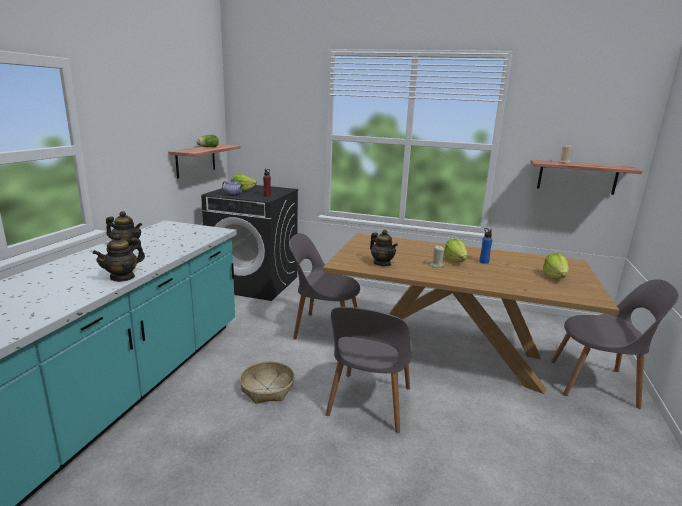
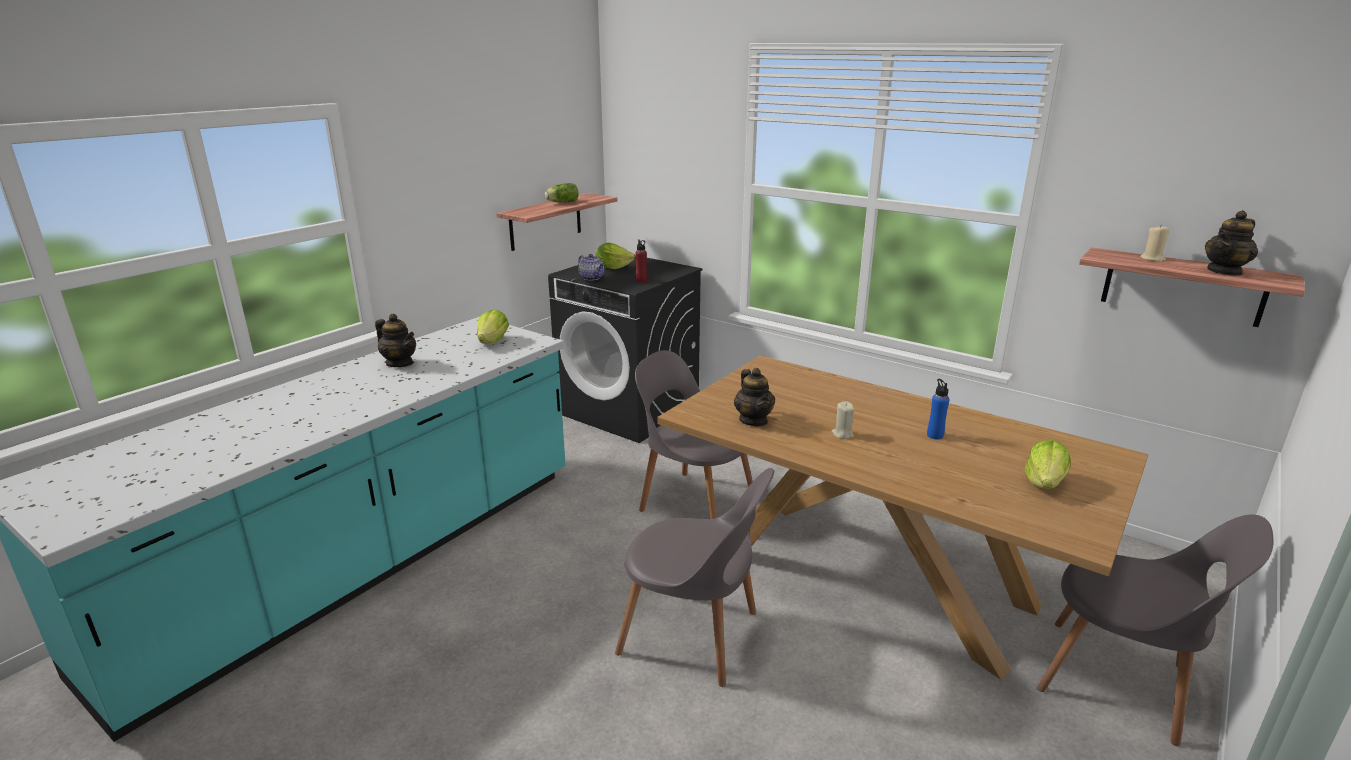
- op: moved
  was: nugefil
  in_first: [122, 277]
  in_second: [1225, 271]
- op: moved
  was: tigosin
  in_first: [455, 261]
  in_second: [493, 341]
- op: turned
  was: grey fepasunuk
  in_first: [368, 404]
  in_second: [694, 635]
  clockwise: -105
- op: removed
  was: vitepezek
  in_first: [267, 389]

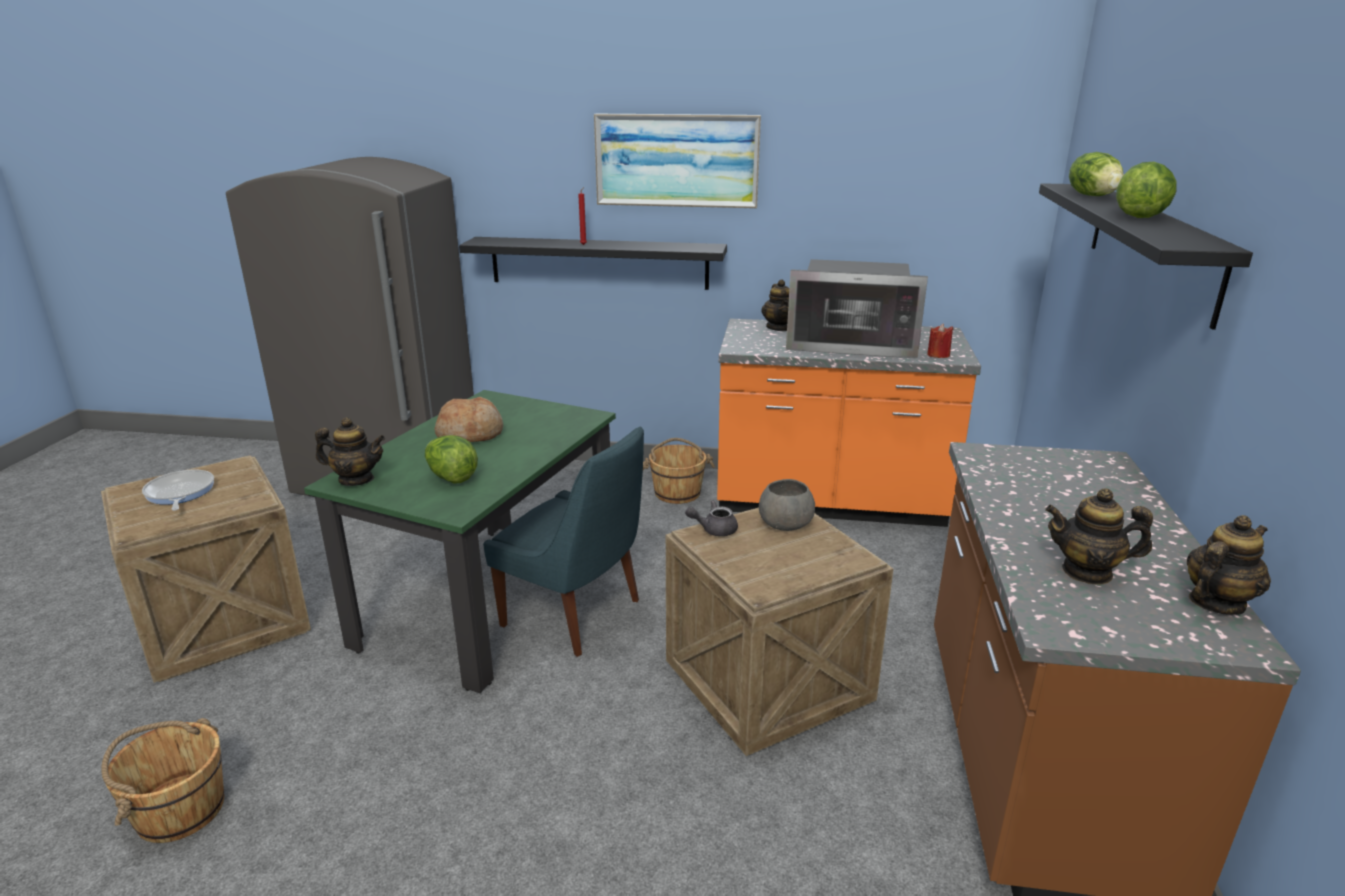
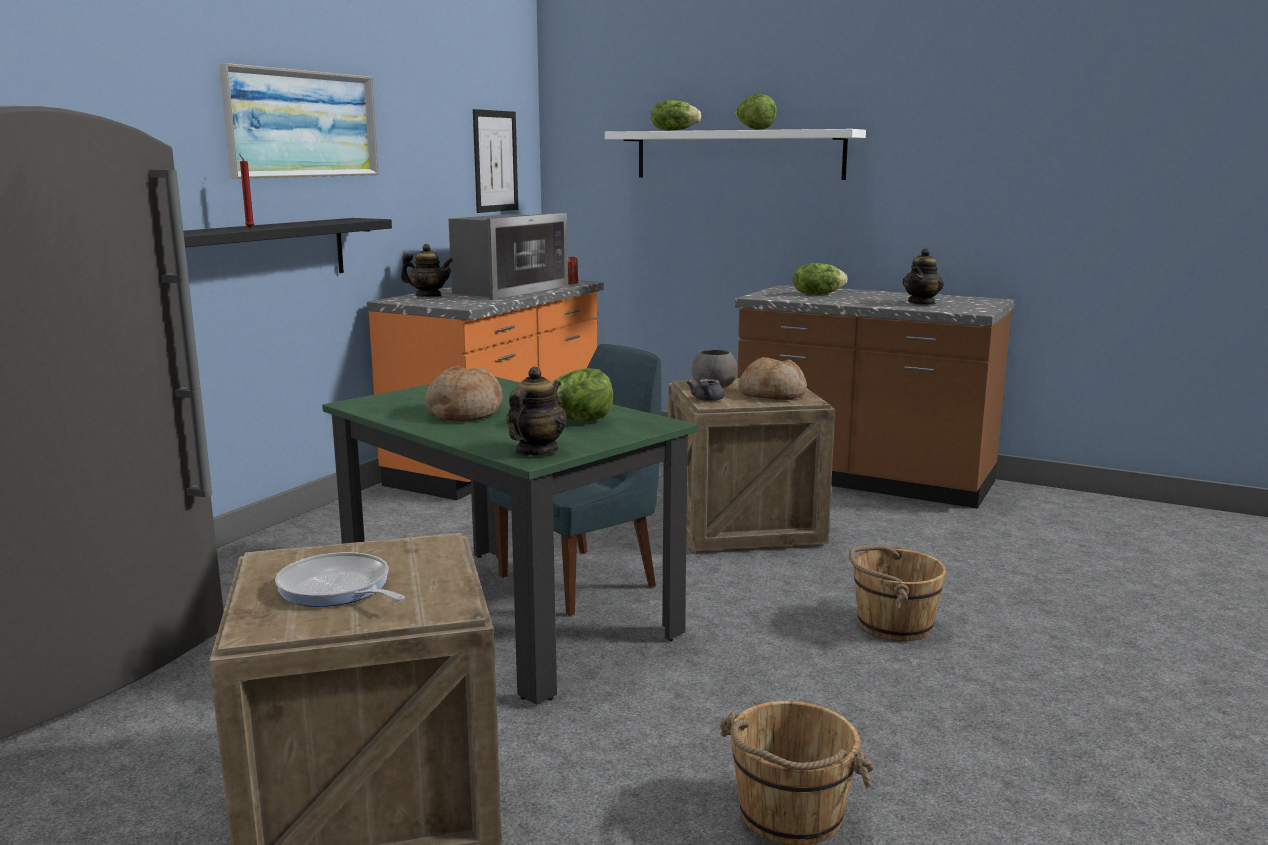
- op: recoloured
  was: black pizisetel
  now: white pizisetel
  in_first: [1151, 247]
  in_second: [738, 154]
- op: moved
  was: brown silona
  in_first: [677, 492]
  in_second: [893, 624]
- op: turned
  was: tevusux
  in_first: [179, 493]
  in_second: [337, 589]
  clockwise: 45
- op: removed
  was: nugefil
  in_first: [1215, 602]
- op: added
  now: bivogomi
  in_second: [495, 161]
- op: added
  now: tigosin
  in_second: [817, 294]
- op: added
  now: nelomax
  in_second: [773, 394]

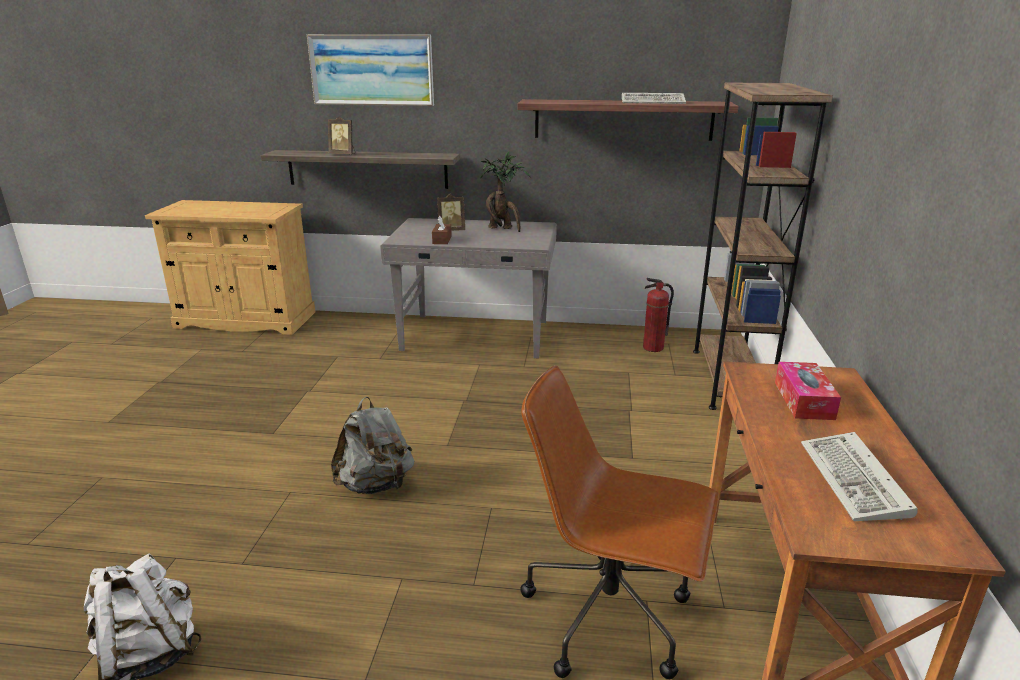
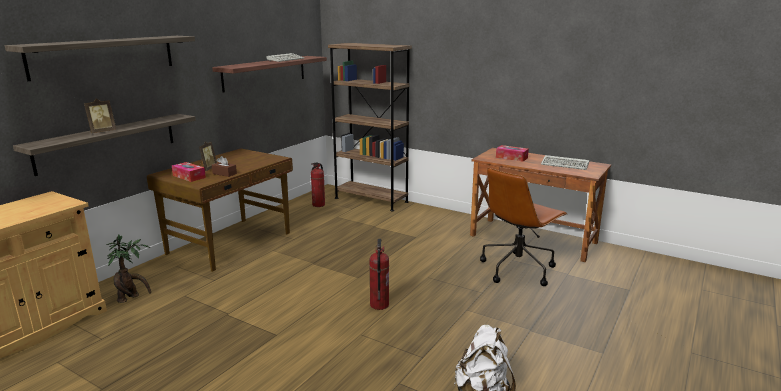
- op: replaced
  was: bivogomi
  now: pizisetel
  in_first: [372, 70]
  in_second: [104, 56]
- op: moved
  was: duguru
  in_first: [503, 229]
  in_second: [131, 298]
- op: recoloured
  was: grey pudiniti
  now: brown pudiniti
  in_first: [476, 336]
  in_second: [231, 243]
- op: replaced
  was: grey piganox
  now: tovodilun
  in_first: [376, 484]
  in_second: [379, 305]
- op: added
  now: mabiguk
  in_second: [189, 176]

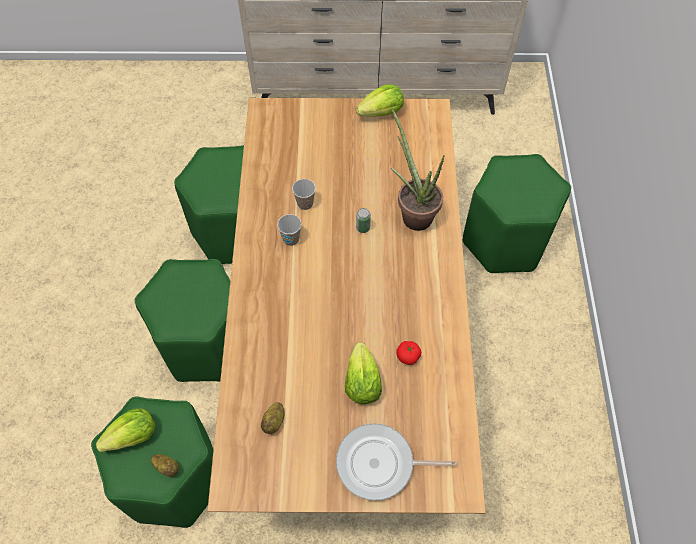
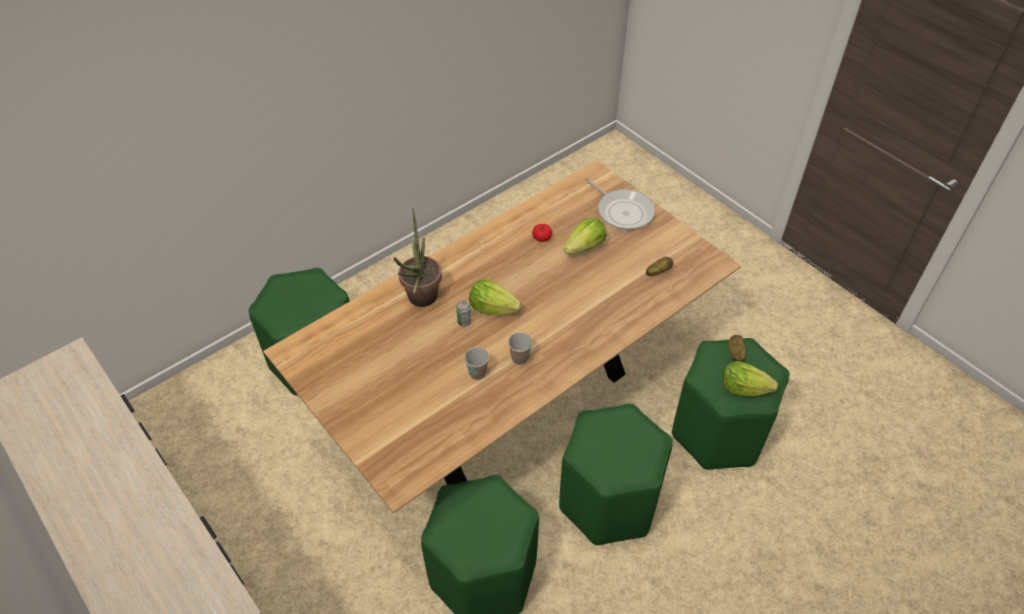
- op: moved
  was: tigosin
  in_first: [381, 113]
  in_second: [493, 308]

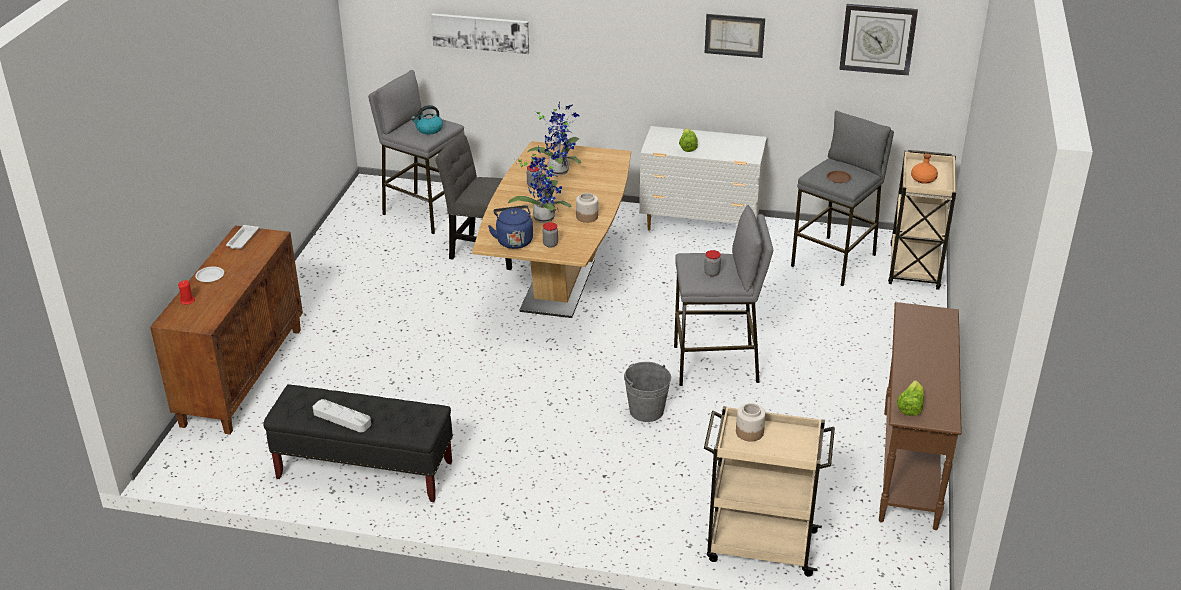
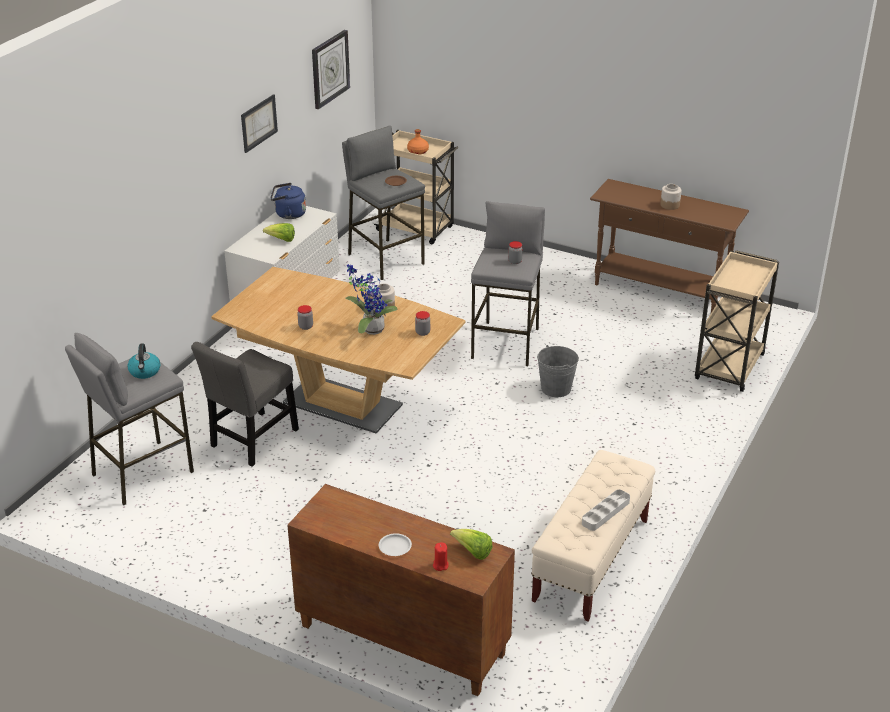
- op: removed
  was: bivogomi
  in_first: [480, 32]
- op: removed
  was: duguru
  in_first: [559, 170]
- op: moved
  was: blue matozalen
  in_first: [513, 240]
  in_second: [288, 214]
- op: removed
  was: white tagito
  in_first: [242, 240]
- op: moved
  was: tigosin
  in_first: [910, 407]
  in_second: [473, 552]
- op: recoloured
  was: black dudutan
  now: beige dudutan
  in_first: [364, 471]
  in_second: [591, 560]
- op: moved
  was: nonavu
  in_first: [750, 432]
  in_second: [670, 205]

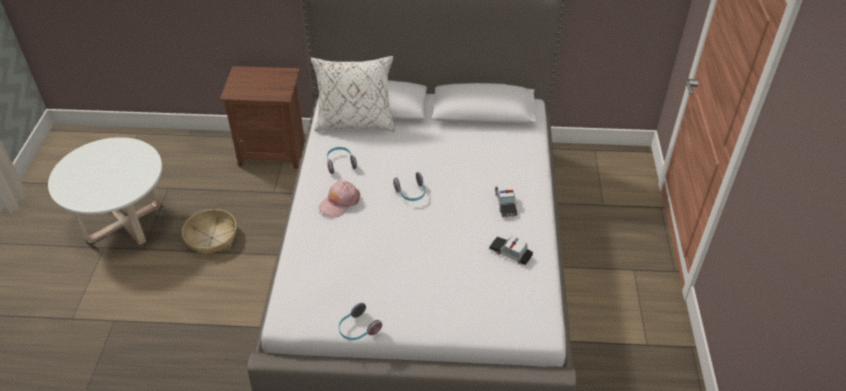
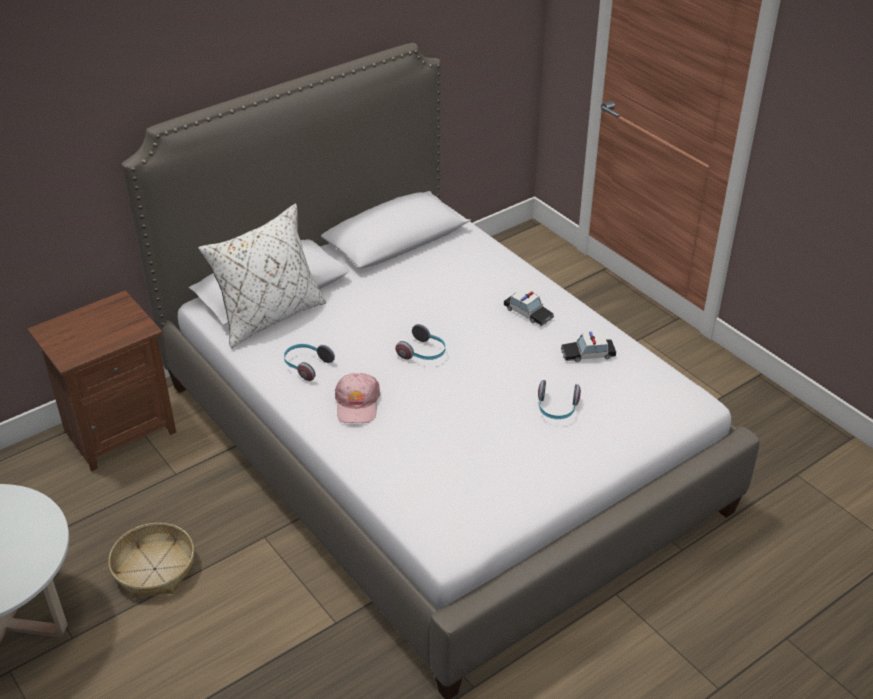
- op: moved
  was: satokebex
  in_first: [358, 329]
  in_second: [557, 409]

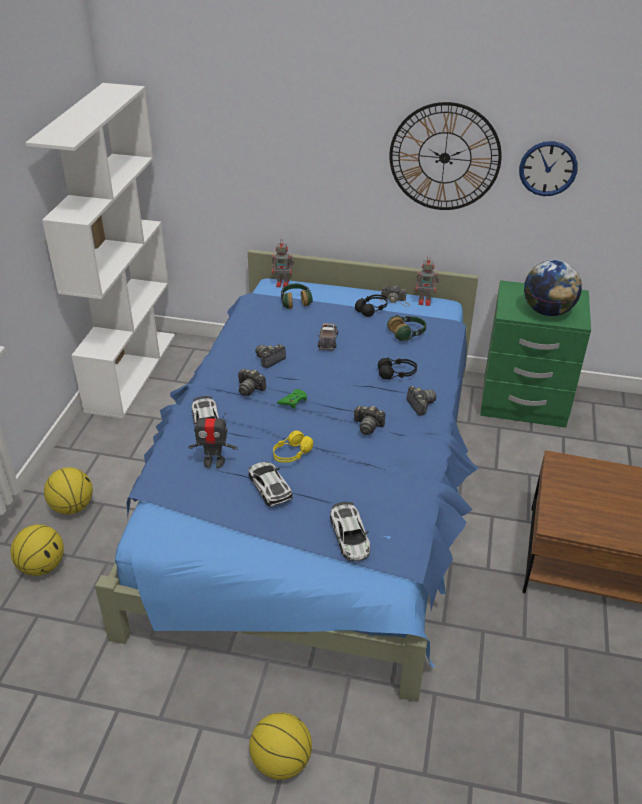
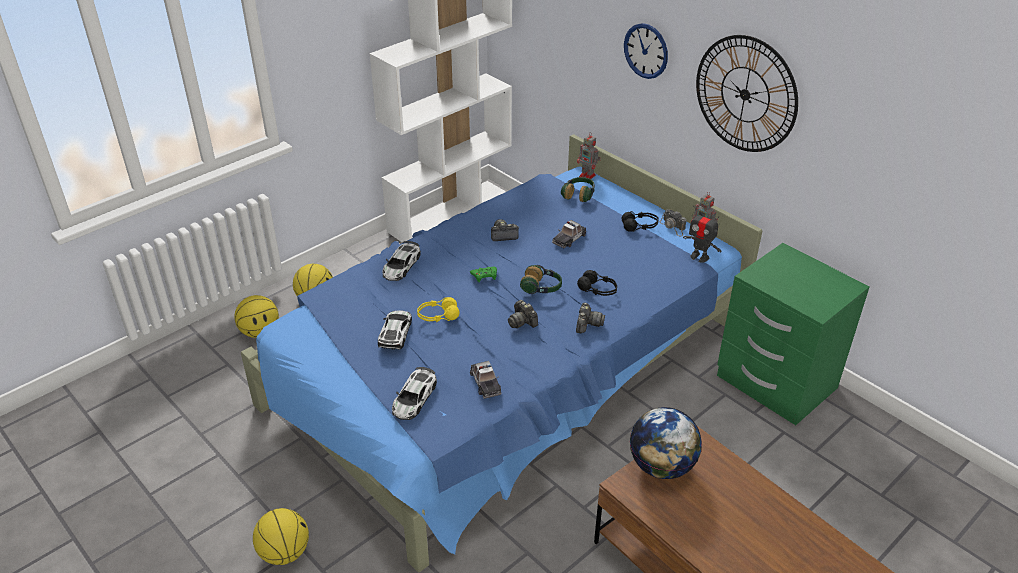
- op: moved
  was: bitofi
  in_first: [548, 168]
  in_second: [646, 51]
- op: moved
  was: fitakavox
  in_first: [547, 312]
  in_second: [661, 466]
- op: moved
  was: satokebex
  in_first: [407, 334]
  in_second: [541, 288]
- op: removed
  was: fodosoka
  in_first: [250, 388]
- op: moved
  was: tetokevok
  in_first: [214, 462]
  in_second: [699, 257]
- op: added
  now: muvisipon
  in_second: [485, 383]

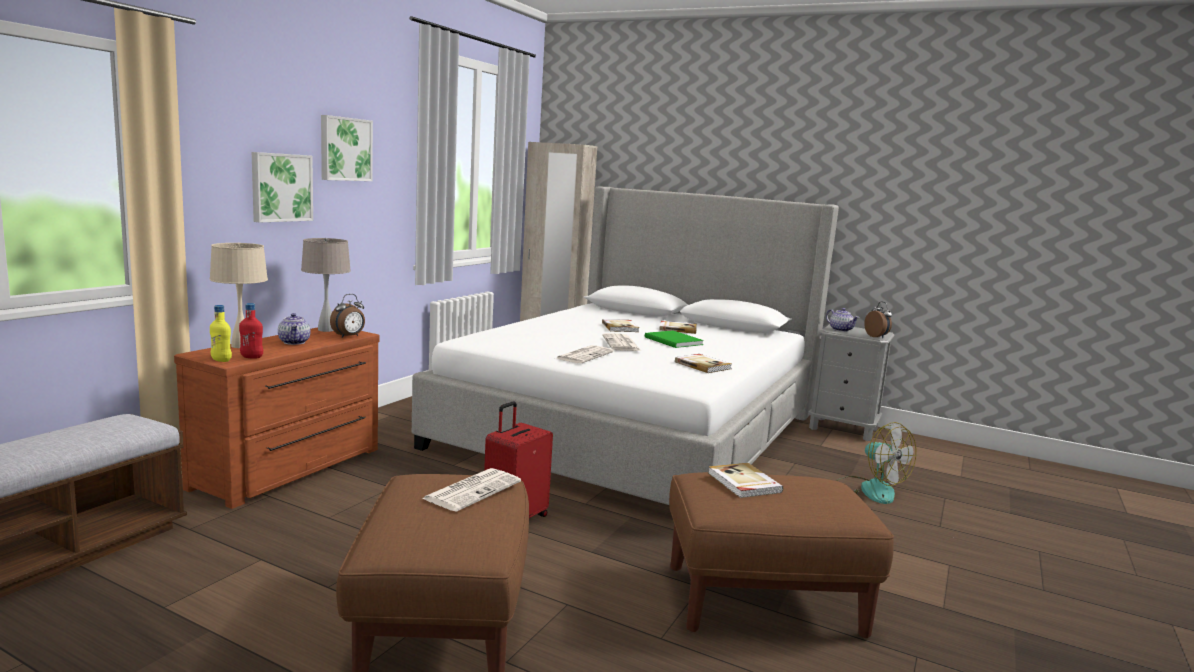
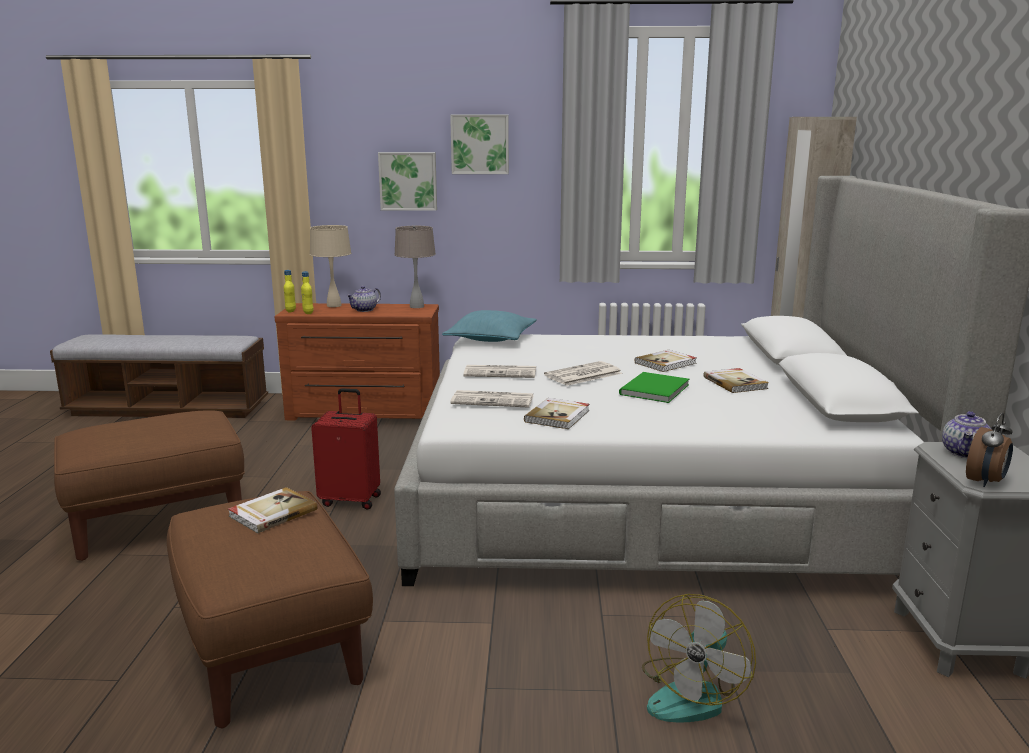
- op: removed
  was: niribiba
  in_first: [349, 336]
- op: recoloured
  was: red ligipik
  now: yellow ligipik
  in_first: [251, 357]
  in_second: [308, 313]
- op: moved
  was: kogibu
  in_first: [473, 490]
  in_second: [494, 400]
- op: added
  now: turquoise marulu
  in_second: [491, 338]

